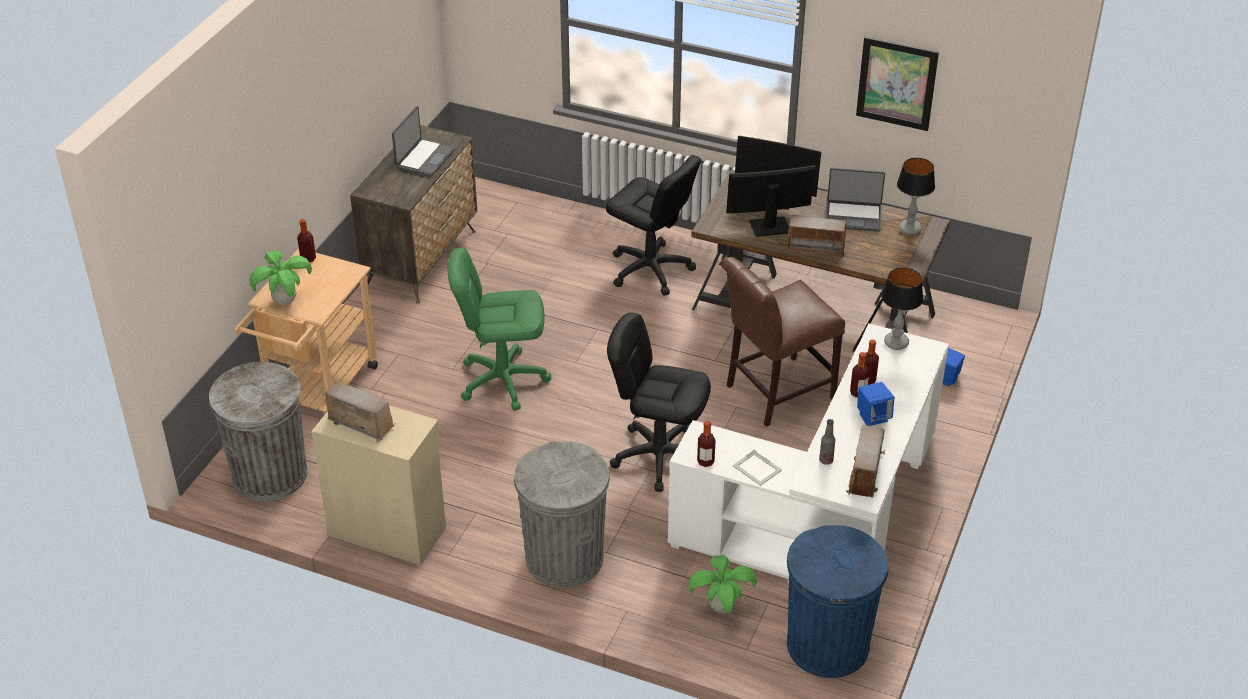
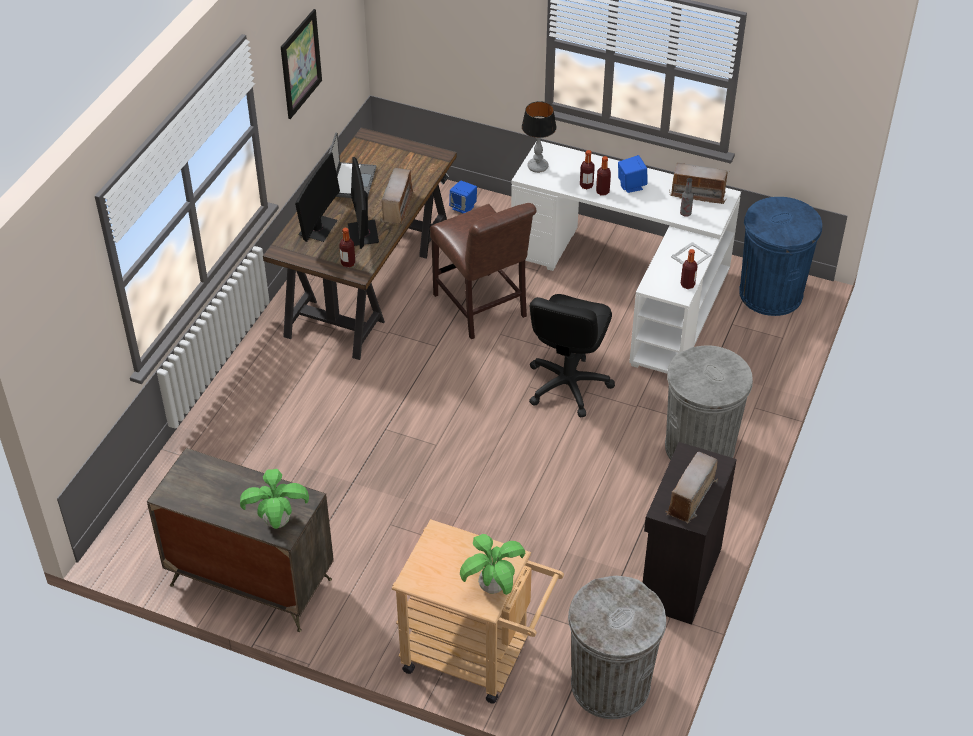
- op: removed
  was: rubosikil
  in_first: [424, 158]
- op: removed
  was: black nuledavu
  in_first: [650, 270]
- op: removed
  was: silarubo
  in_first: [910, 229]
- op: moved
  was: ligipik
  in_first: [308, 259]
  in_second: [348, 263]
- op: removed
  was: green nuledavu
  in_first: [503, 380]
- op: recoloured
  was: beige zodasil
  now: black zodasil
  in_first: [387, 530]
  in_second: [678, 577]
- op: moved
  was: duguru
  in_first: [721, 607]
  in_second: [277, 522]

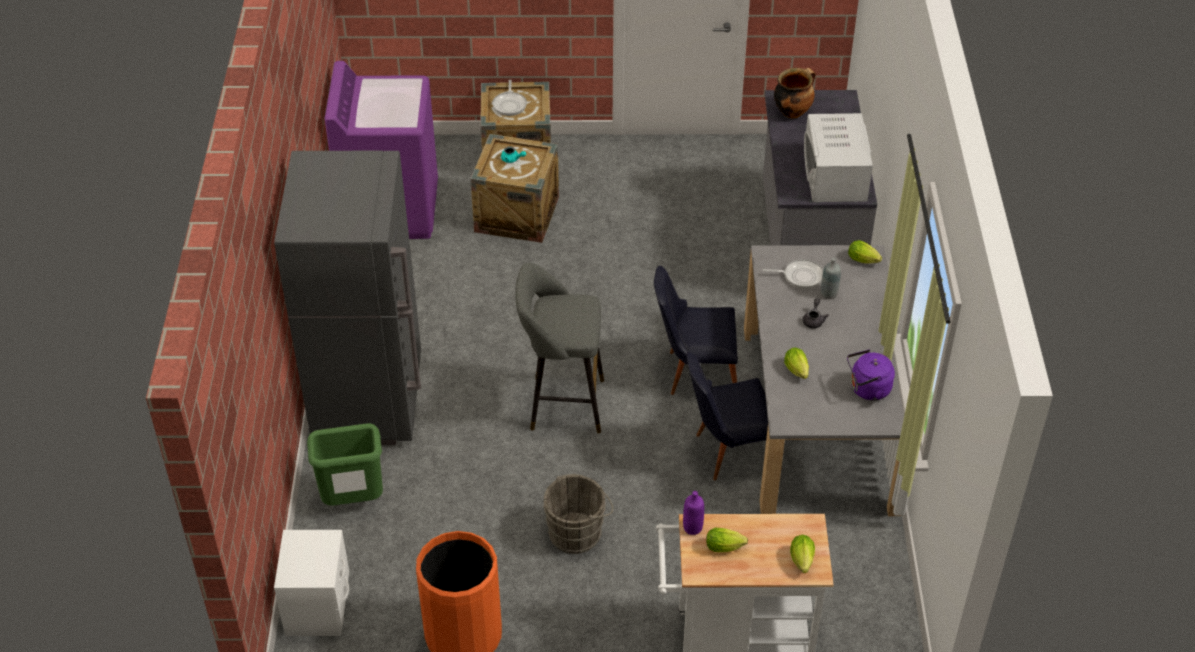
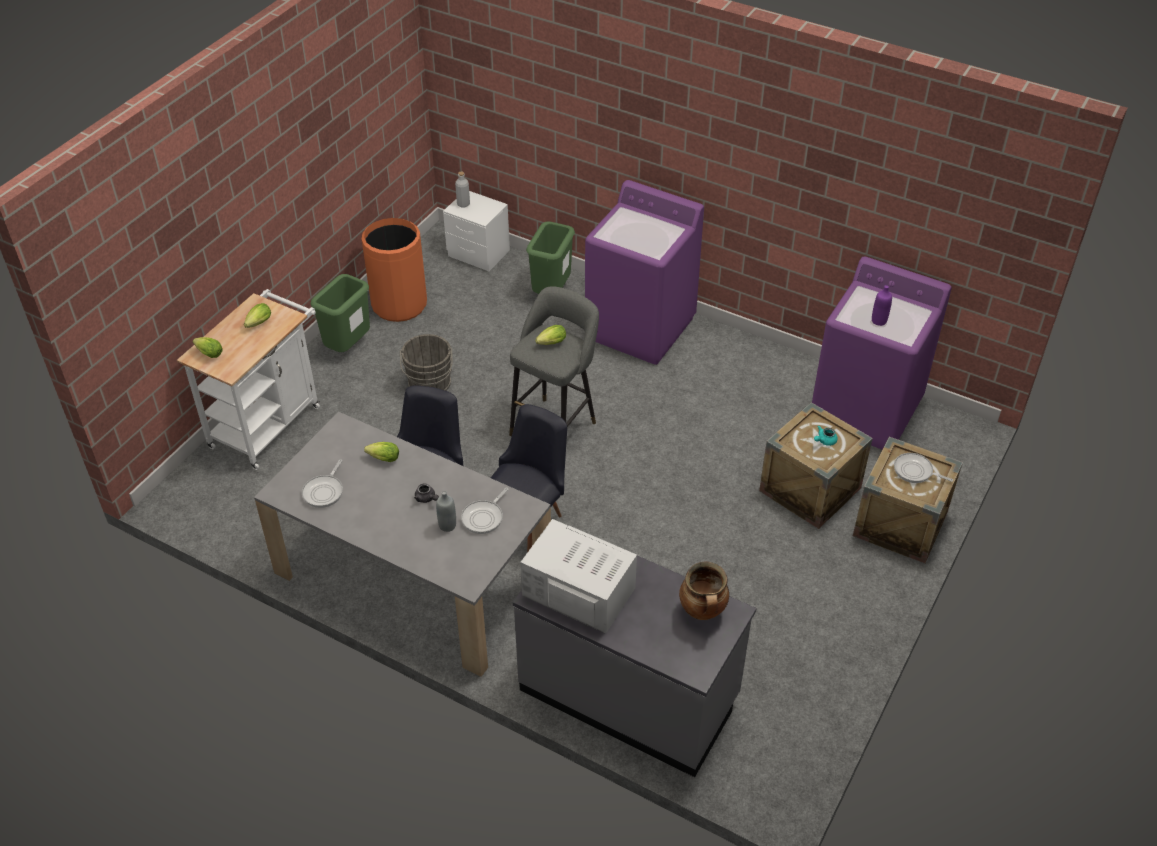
- op: replaced
  was: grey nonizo
  now: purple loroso
  in_first: [369, 401]
  in_second: [640, 328]
- op: moved
  was: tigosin
  in_first: [864, 261]
  in_second: [550, 343]
- op: replaced
  was: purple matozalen
  now: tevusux
  in_first: [867, 389]
  in_second: [324, 491]
- op: moved
  was: purple ligipik
  in_first: [692, 527]
  in_second: [879, 321]
- op: added
  now: grey ligipik
  in_second: [463, 204]
- op: added
  now: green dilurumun
  in_second: [348, 346]

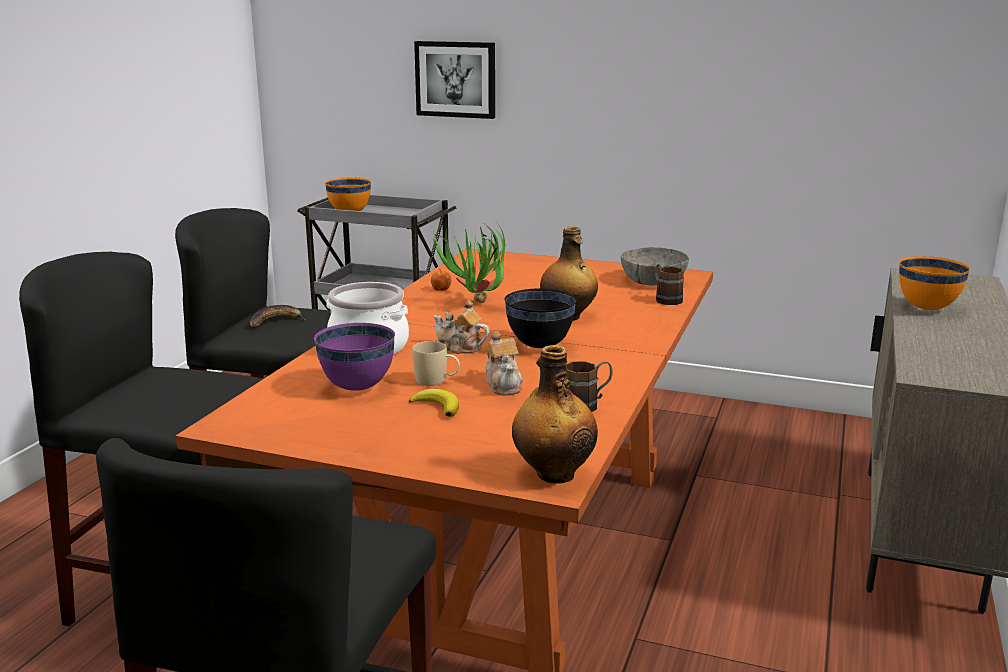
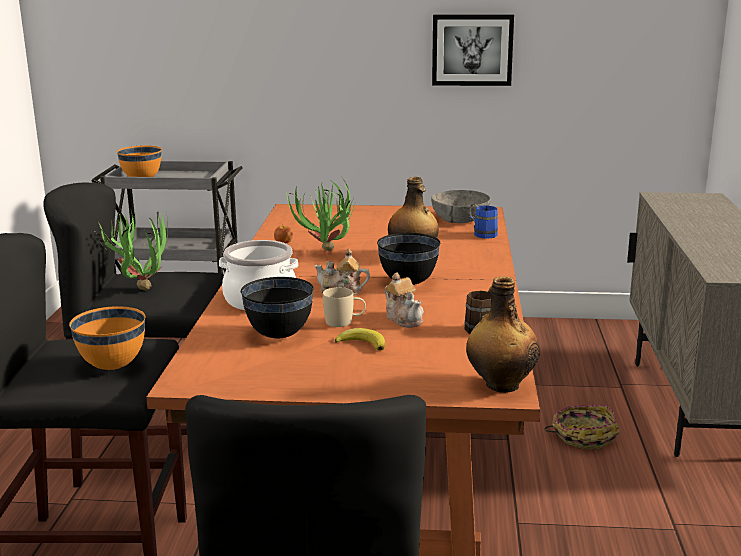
- op: moved
  was: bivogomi
  in_first: [456, 79]
  in_second: [472, 50]
- op: moved
  was: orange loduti
  in_first: [927, 308]
  in_second: [112, 366]
- op: recoloured
  was: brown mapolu
  now: blue mapolu
  in_first: [665, 299]
  in_second: [481, 233]
- op: replaced
  was: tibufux
  now: duguru
  in_first: [276, 322]
  in_second: [140, 287]
- op: recoloured
  was: purple loduti
  now: black loduti
  in_first: [358, 387]
  in_second: [279, 335]
- op: added
  now: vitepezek
  in_second: [583, 436]

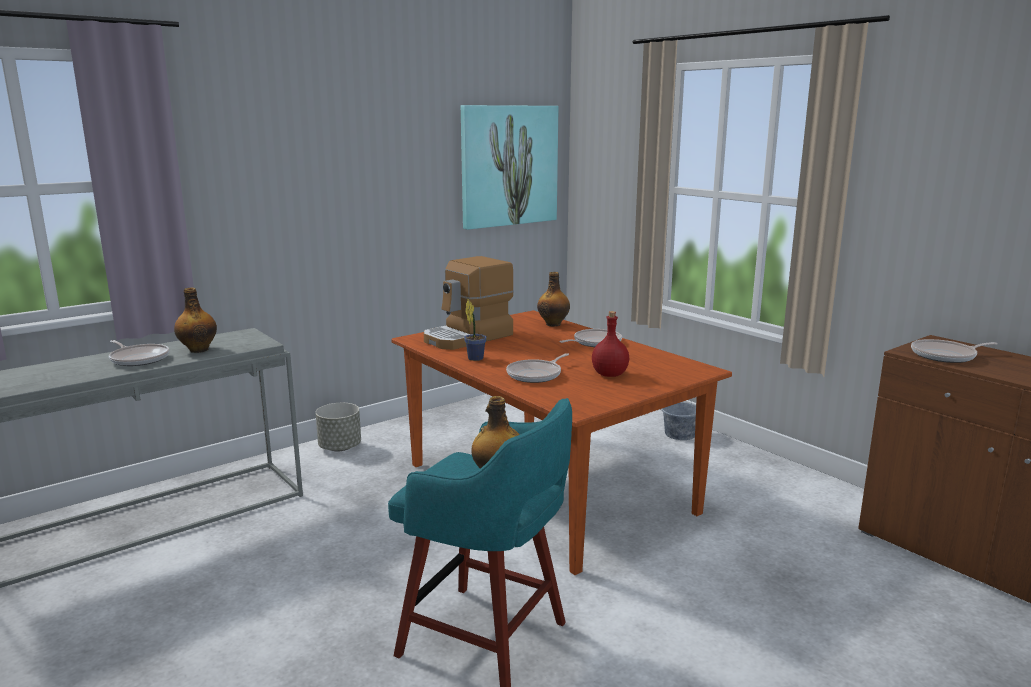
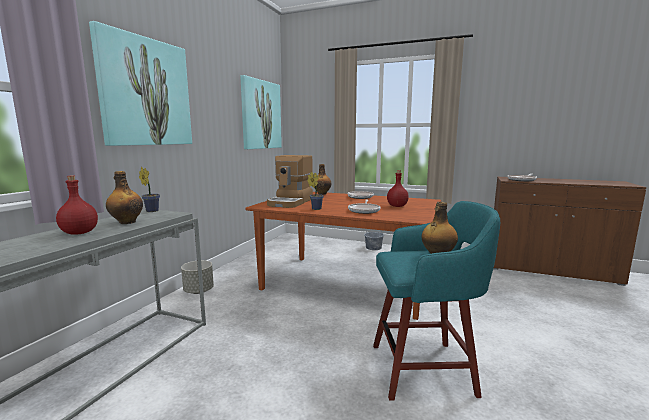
- op: replaced
  was: tevusux
  now: red ligipik
  in_first: [139, 359]
  in_second: [79, 233]
- op: added
  now: bivogomi
  in_second: [146, 92]
- op: added
  now: duguru
  in_second: [151, 210]

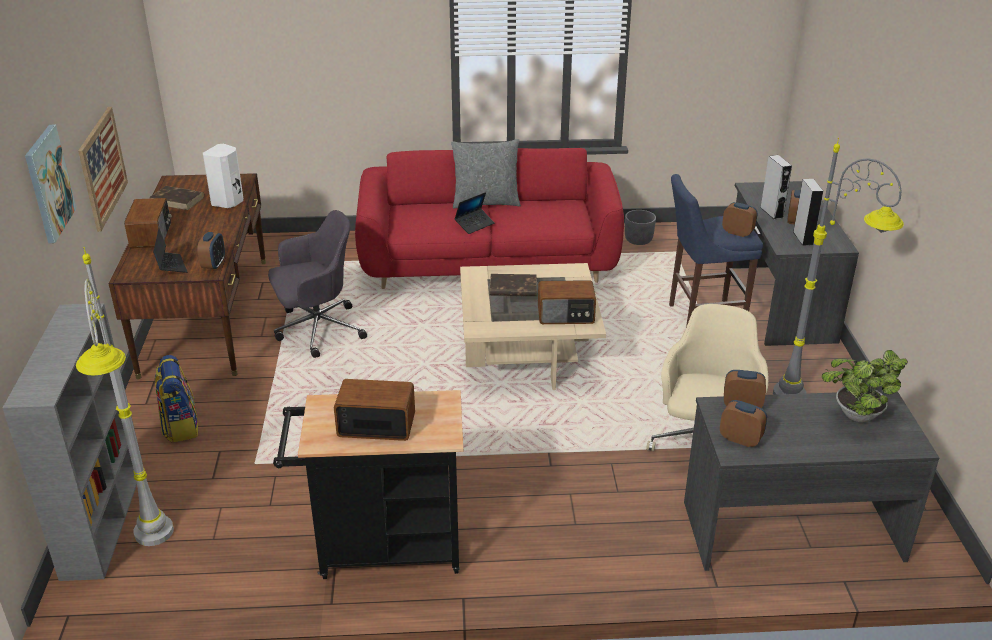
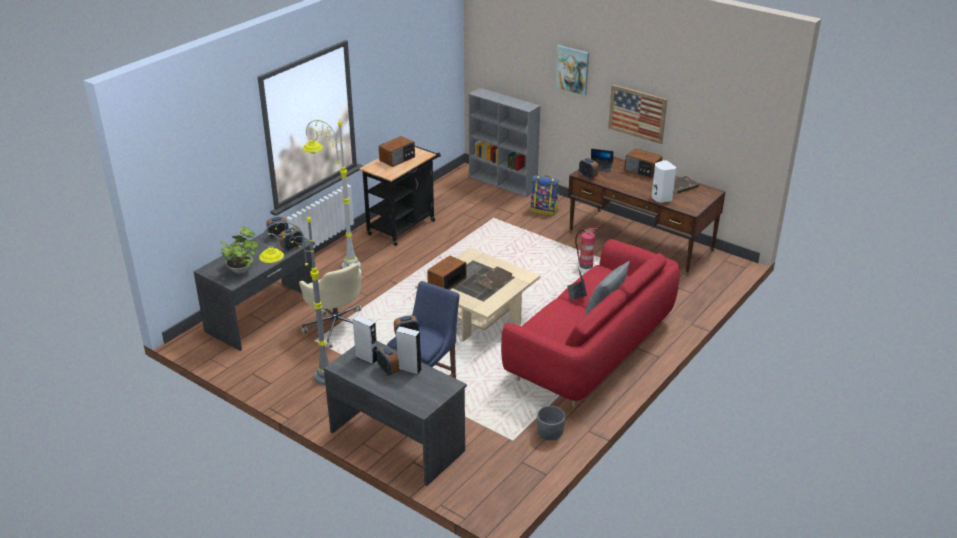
- op: replaced
  was: grey nuledavu
  now: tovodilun
  in_first: [317, 330]
  in_second: [585, 266]
- op: moved
  was: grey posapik
  in_first: [155, 555]
  in_second: [337, 263]

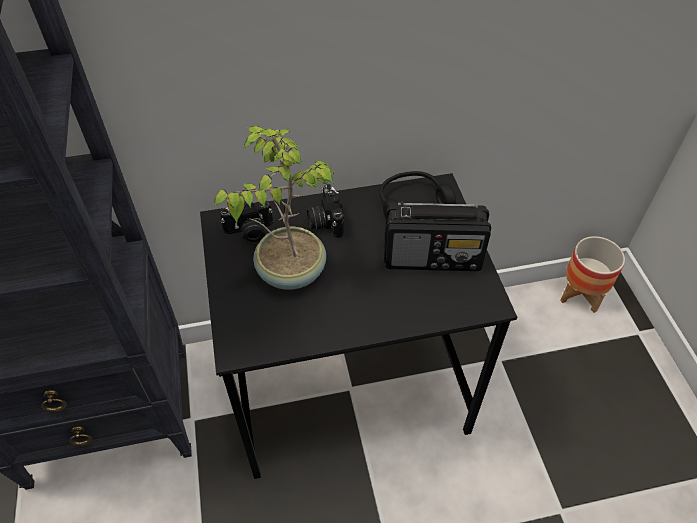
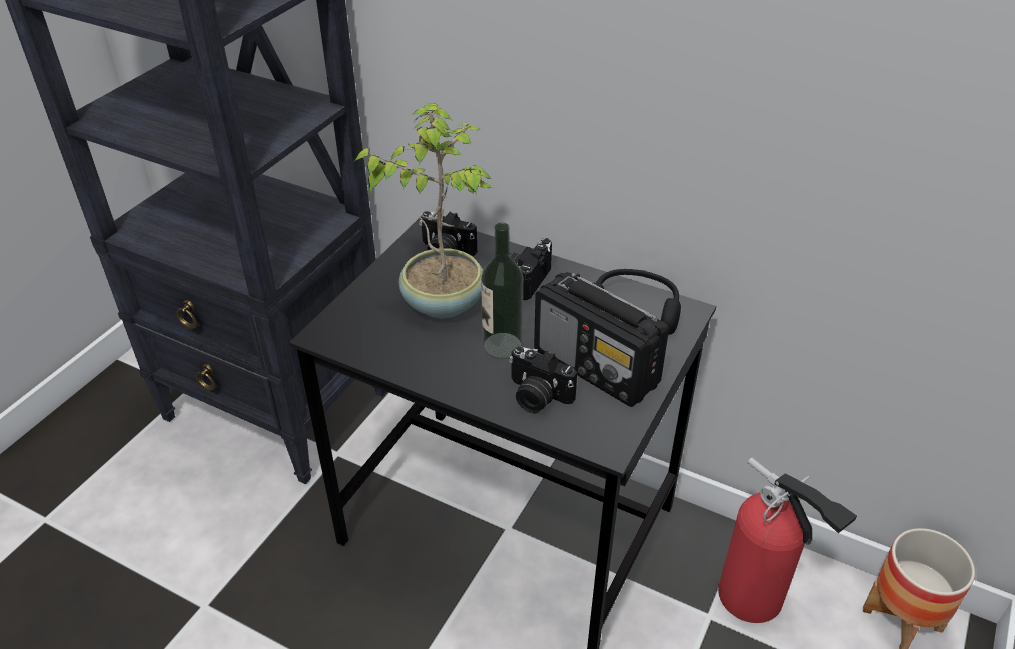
- op: added
  now: ligipik
  in_second: [502, 345]
- op: added
  now: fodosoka
  in_second: [536, 396]
- op: added
  now: tovodilun
  in_second: [756, 600]

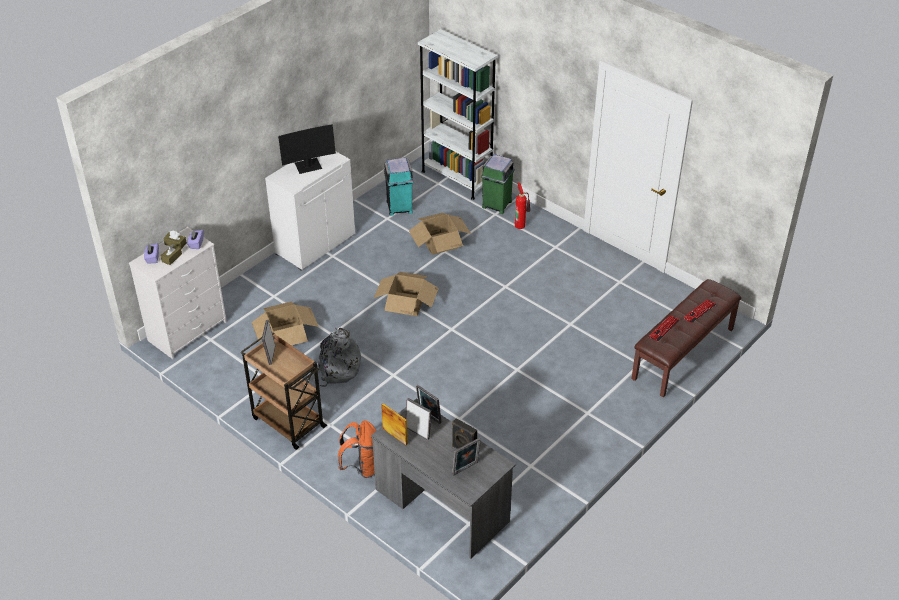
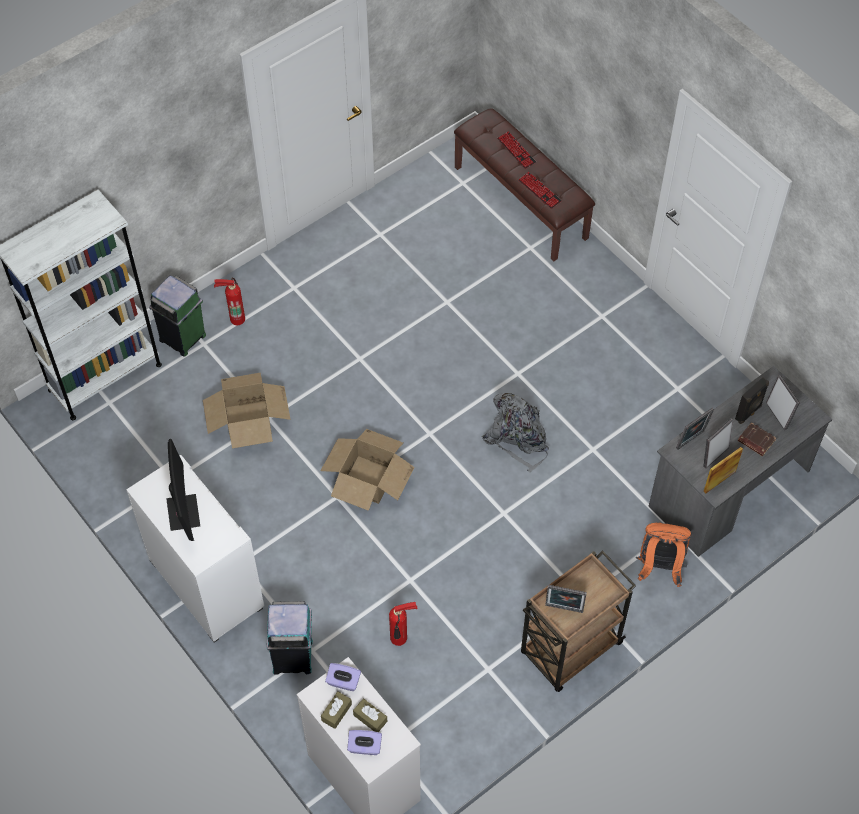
- op: moved
  was: turquoise dilurumun
  in_first: [399, 207]
  in_second: [294, 656]
- op: replaced
  was: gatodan
  now: tovodilun
  in_first: [286, 335]
  in_second: [400, 639]
- op: moved
  was: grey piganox
  in_first: [336, 370]
  in_second: [518, 438]
- op: added
  now: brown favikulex
  in_second: [755, 441]

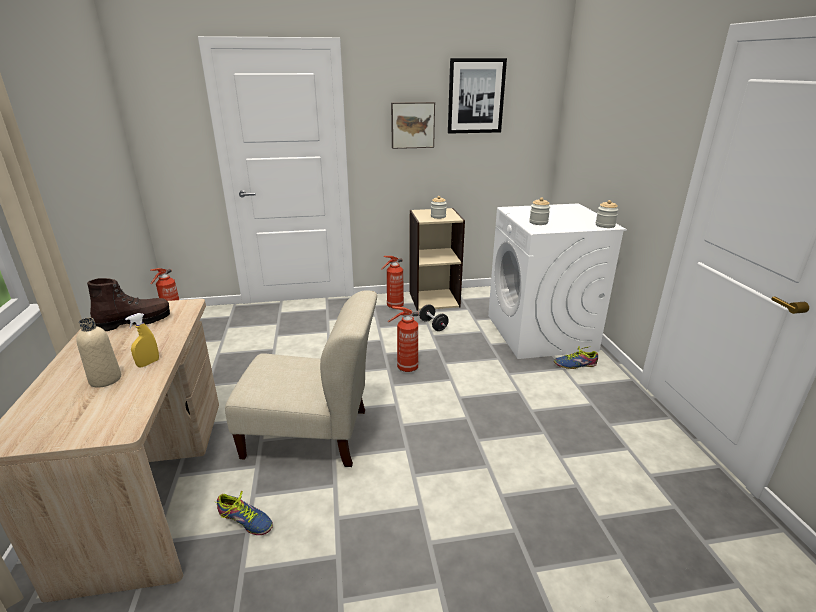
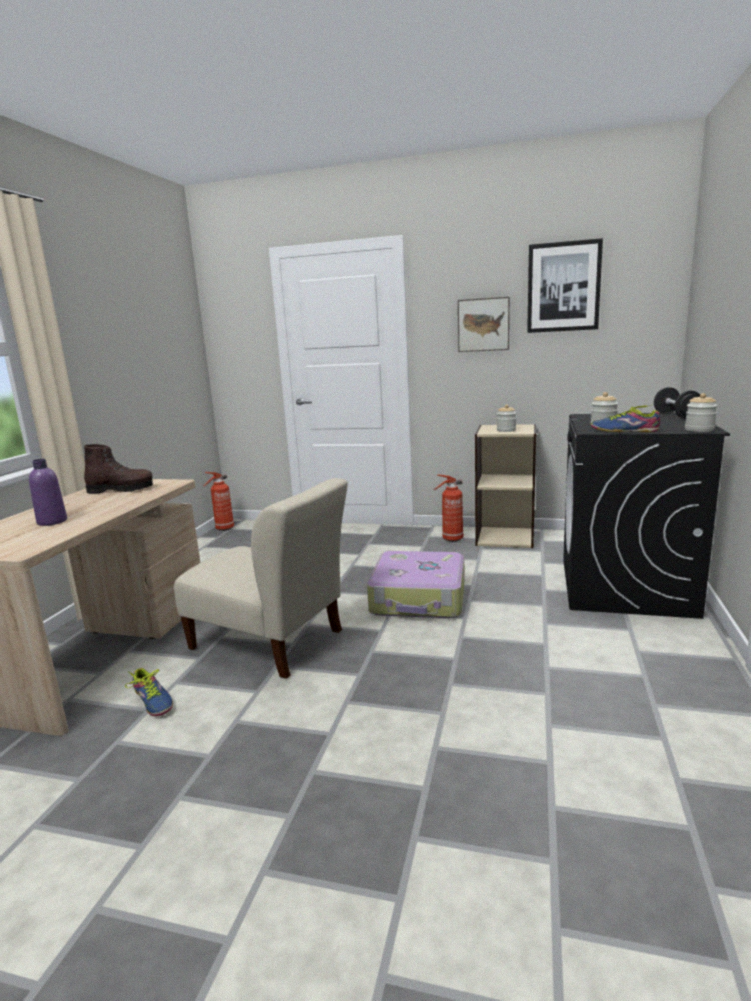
- op: recoloured
  was: white loroso
  now: black loroso
  in_first: [541, 333]
  in_second: [626, 587]
- op: moved
  was: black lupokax
  in_first: [433, 325]
  in_second: [676, 416]
- op: replaced
  was: tovodilun
  now: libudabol
  in_first: [406, 368]
  in_second: [419, 598]
- op: removed
  was: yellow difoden
  in_first: [148, 363]
- op: recoloured
  was: beige ligipik
  now: purple ligipik
  in_first: [105, 379]
  in_second: [52, 522]
- op: moved
  was: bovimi
  in_first: [575, 364]
  in_second: [624, 431]

